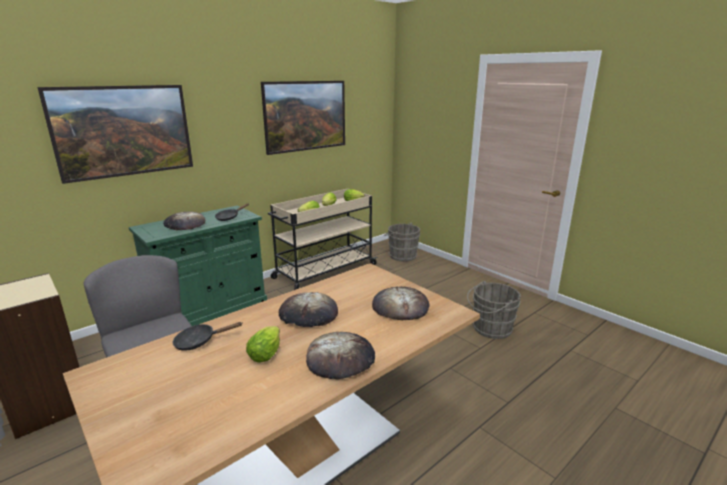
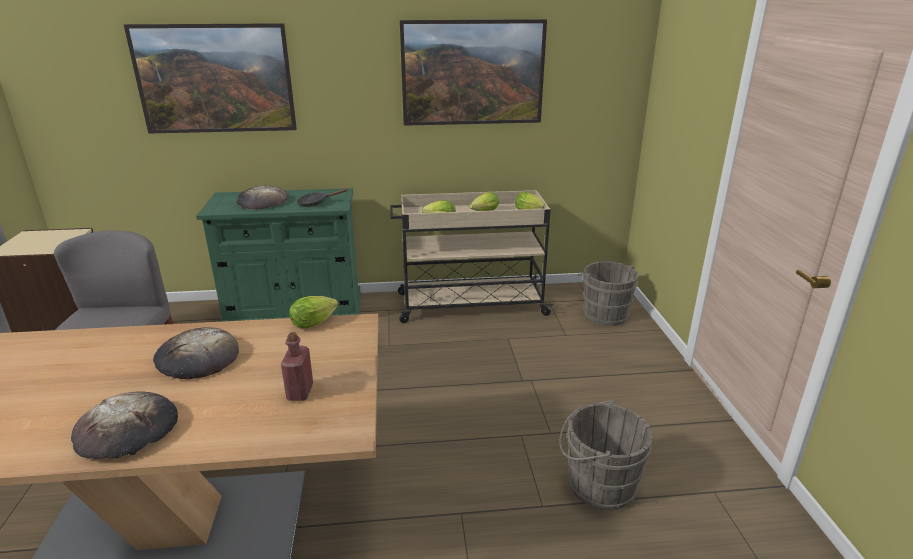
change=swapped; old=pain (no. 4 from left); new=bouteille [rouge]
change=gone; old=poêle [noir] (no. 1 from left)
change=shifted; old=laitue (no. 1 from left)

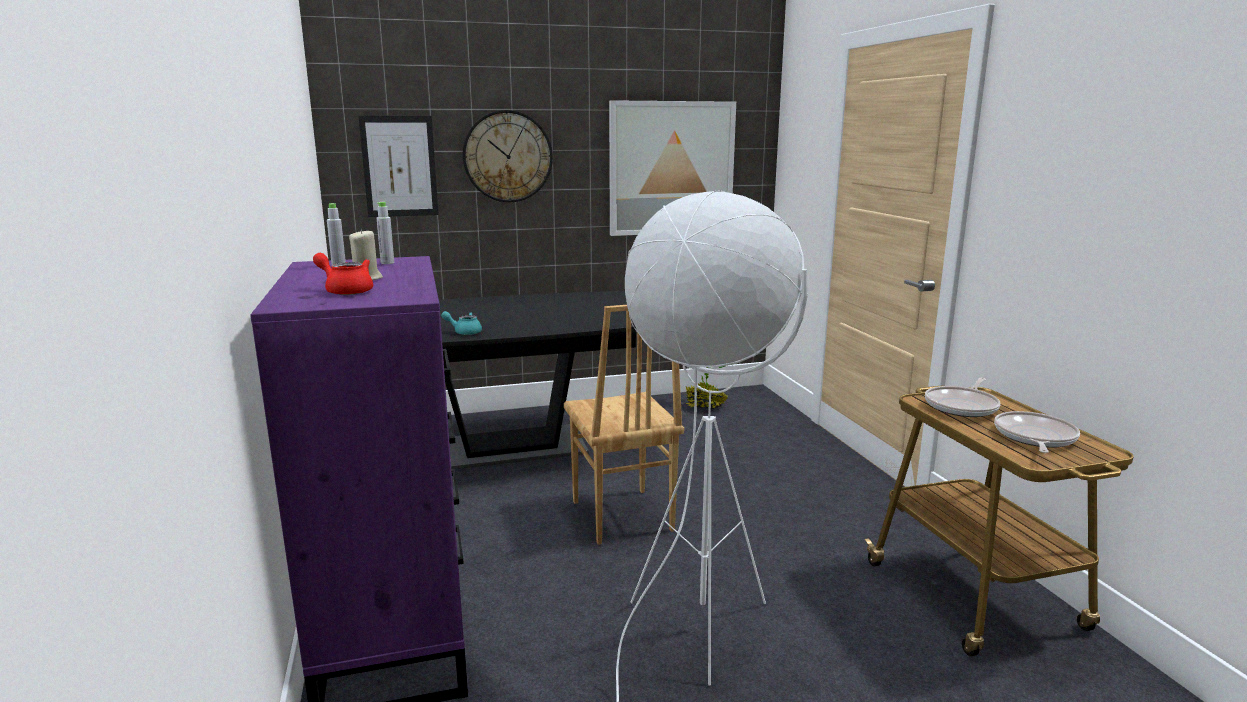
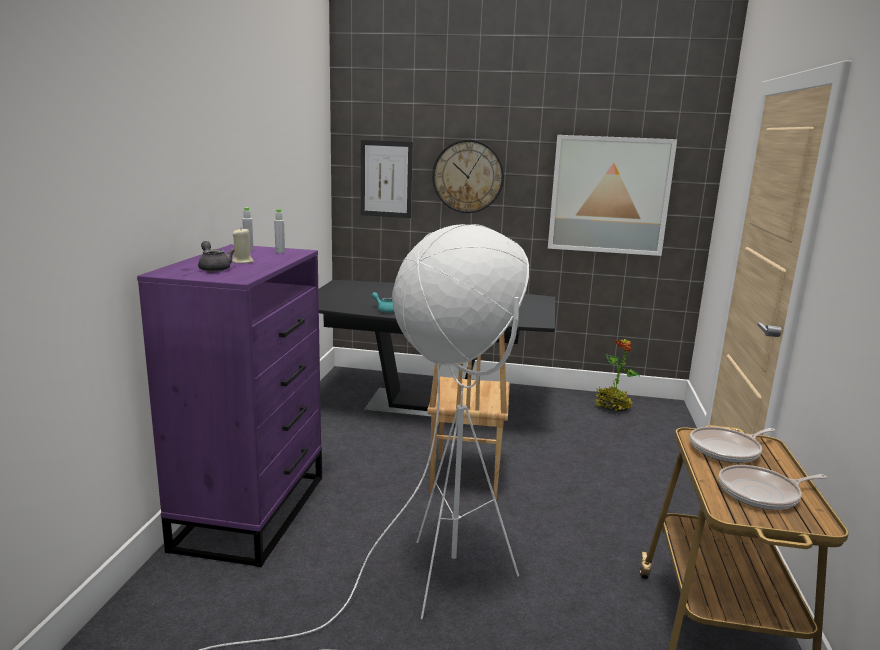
change=repainted; old=théière [rouge]; new=théière [gris]
change=rotated; old=poêle (no. 2 from left); degrees=-150

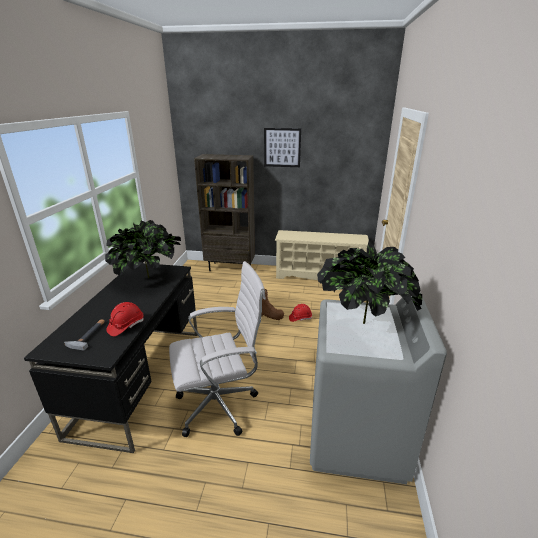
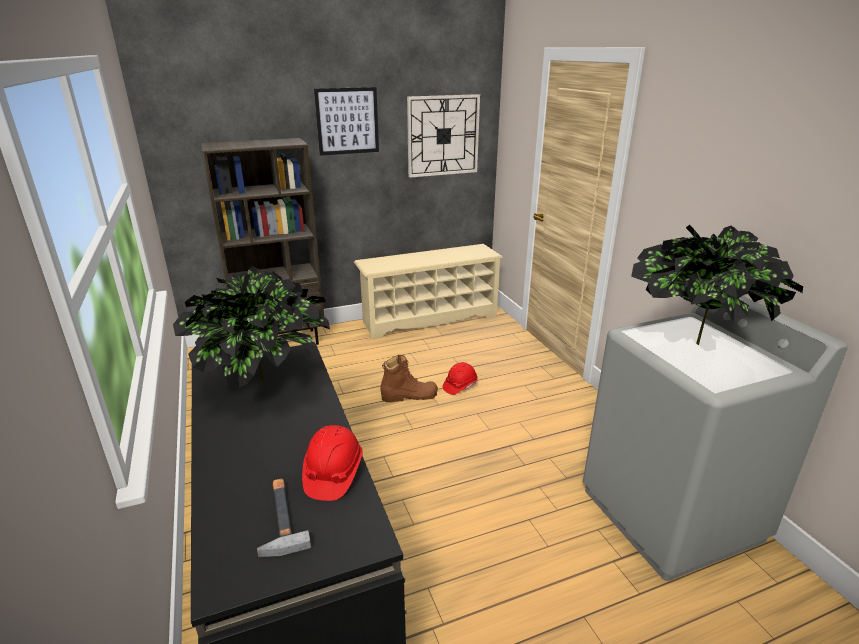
change=gone; old=chaise de bureau [blanc]
change=new; new=horloge murale

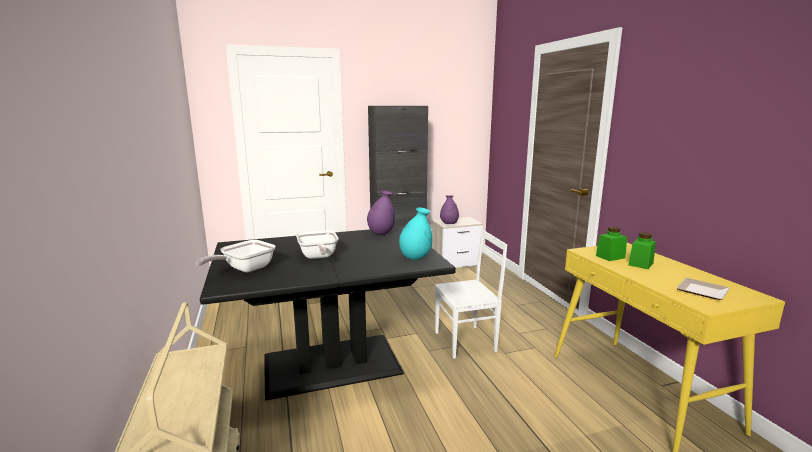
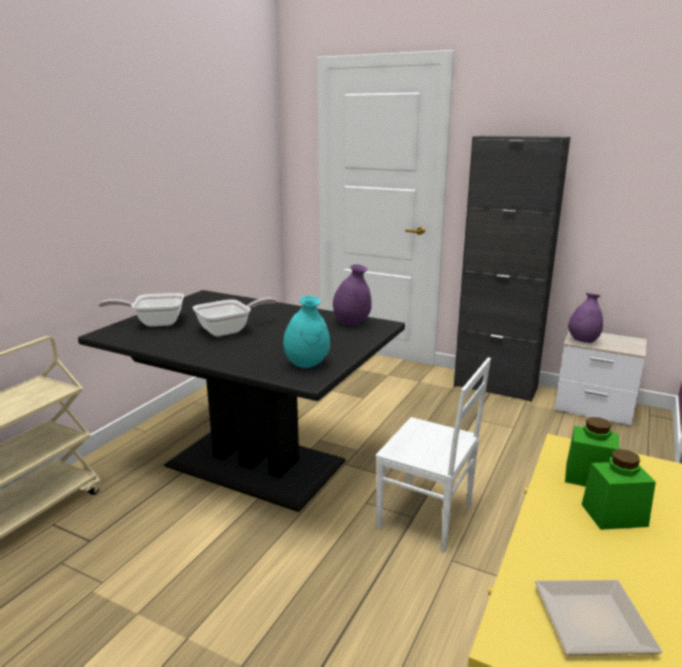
change=rotated; old=poêle (no. 2 from left); degrees=-150

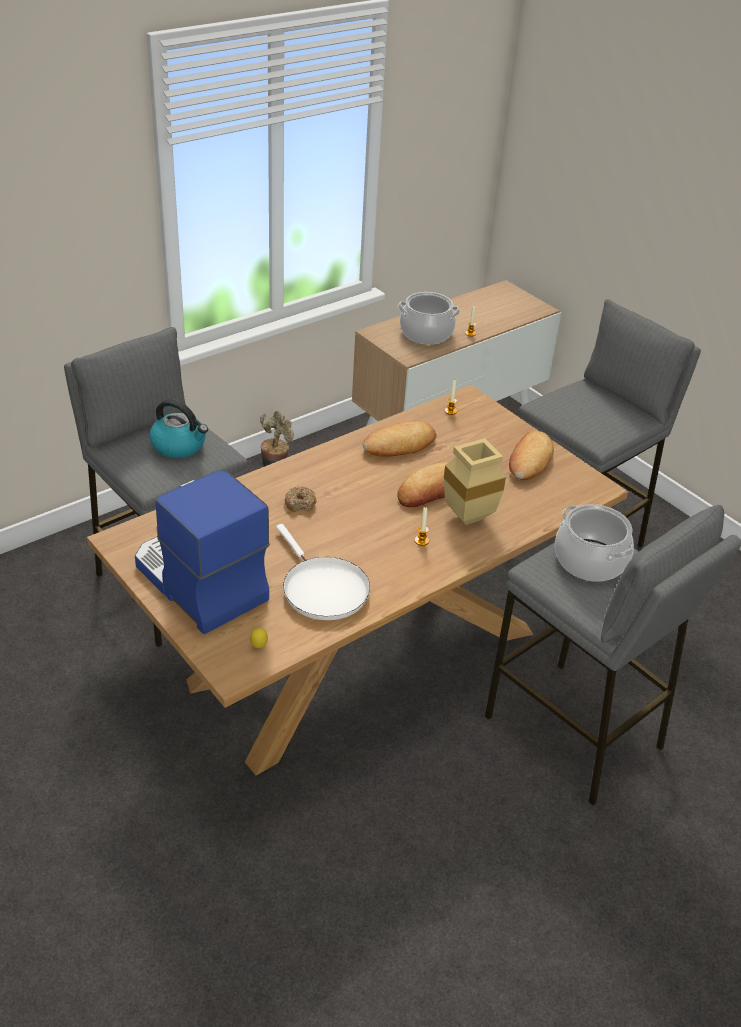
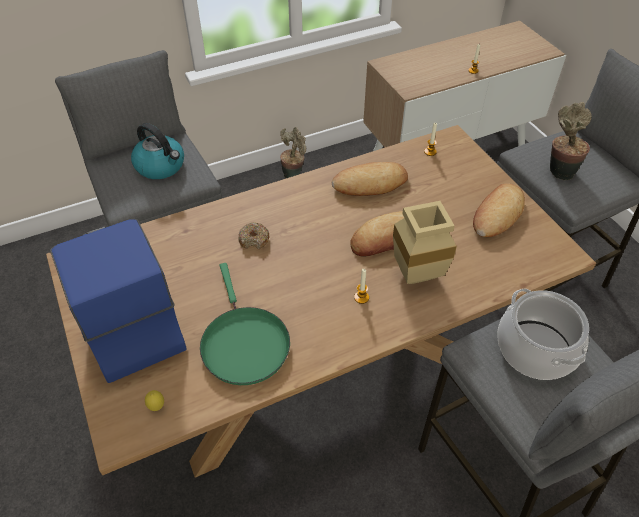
change=gone; old=marmite (no. 1 from left)
change=repainted; old=poêle [blanc]; new=poêle [vert]
change=new; new=plante en pot (no. 2 from left)

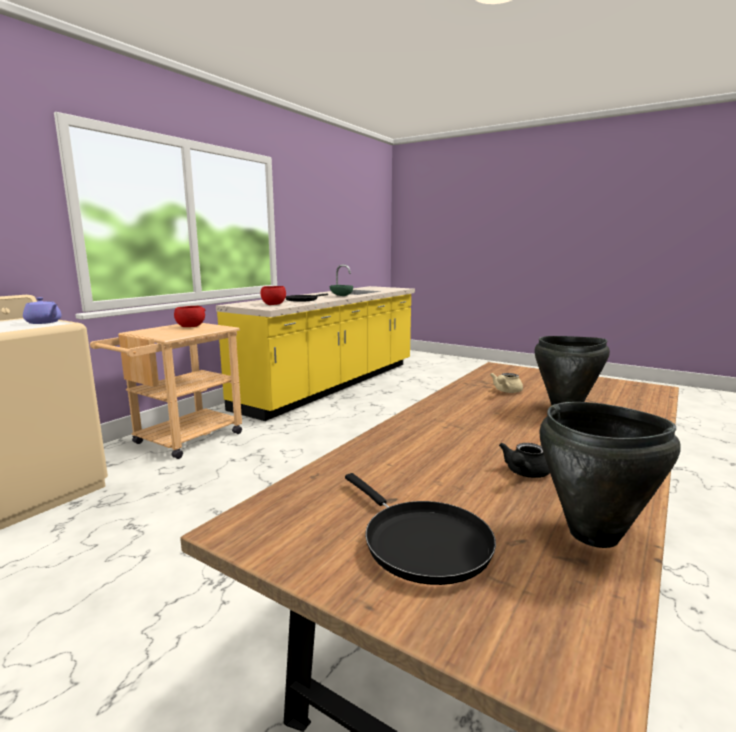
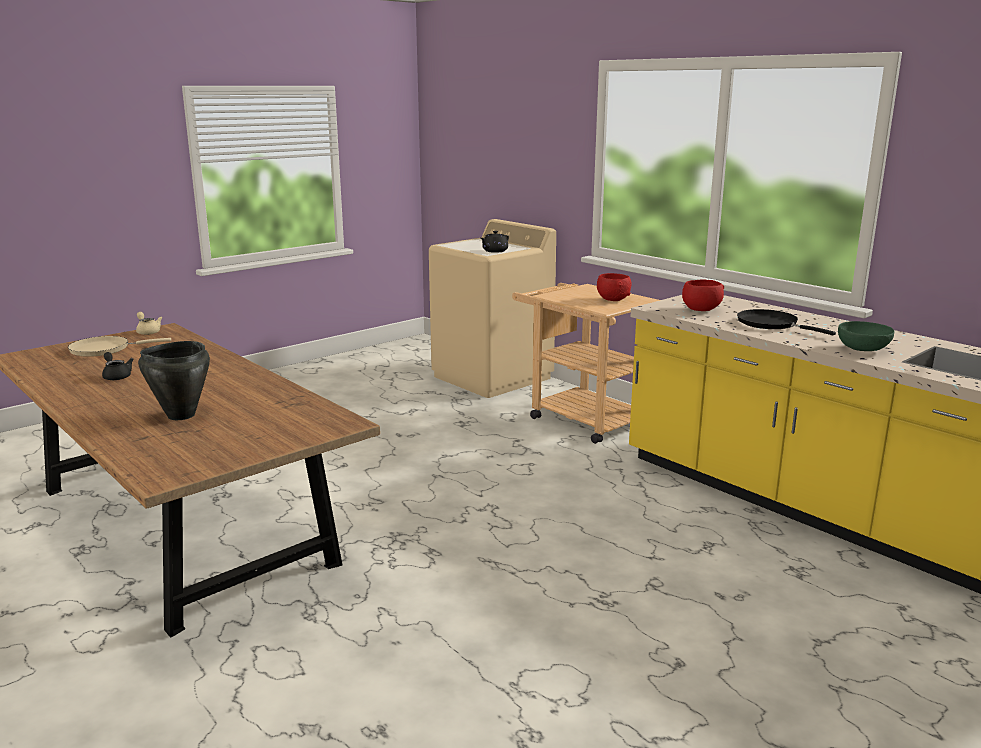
change=repainted; old=théière [violet]; new=théière [noir] (no. 2 from left)
change=shifted; old=théière [beige]
change=gone; old=marmite [noir] (no. 2 from left)
change=repainted; old=poêle [noir] (no. 2 from left); new=poêle [beige]

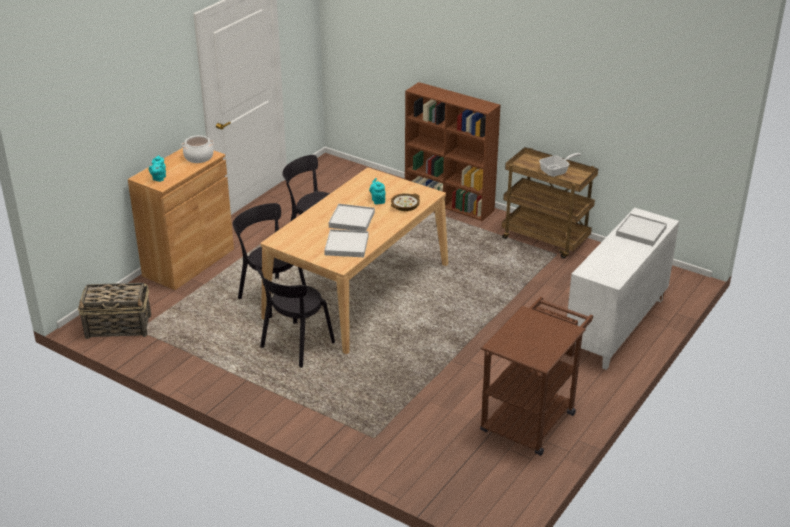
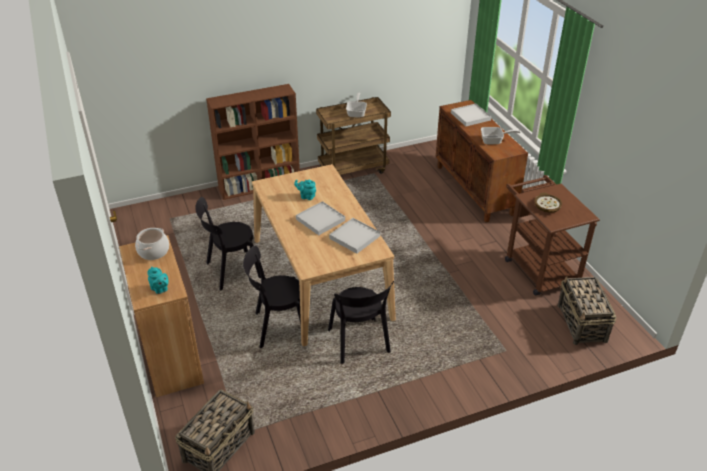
change=shifted; old=bol
change=repainted; old=meuble de rangement [blanc]; new=meuble de rangement [marron] (no. 2 from left)
change=new; new=poêle (no. 2 from left)
change=new; new=panier (no. 2 from left)

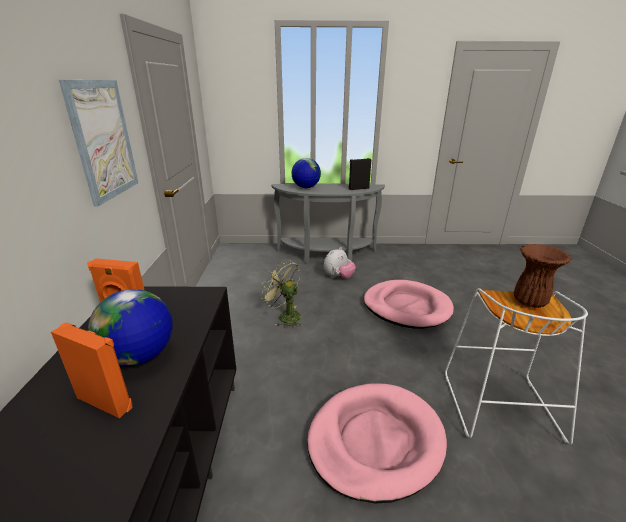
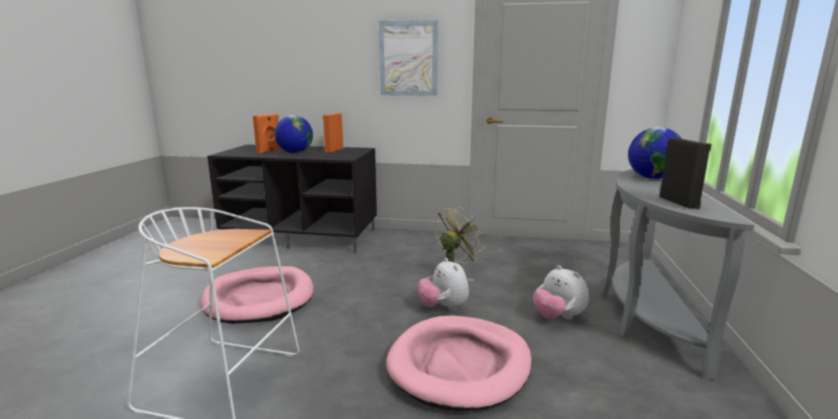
change=gone; old=vase [marron]
change=new; new=peluche (no. 1 from left)

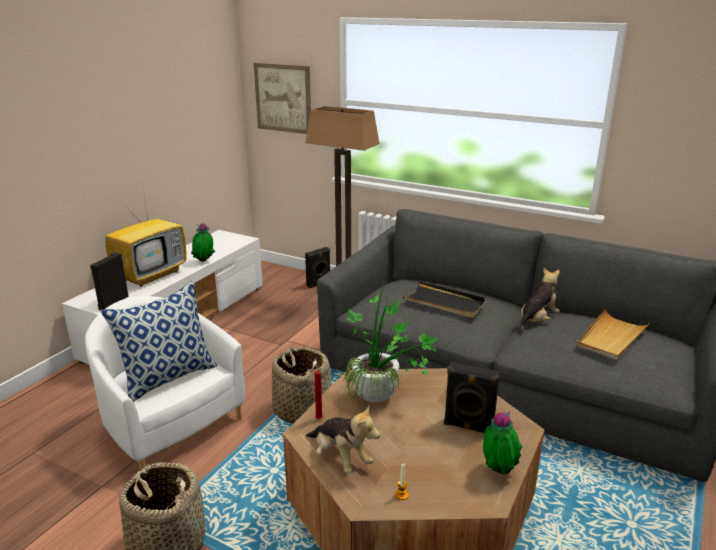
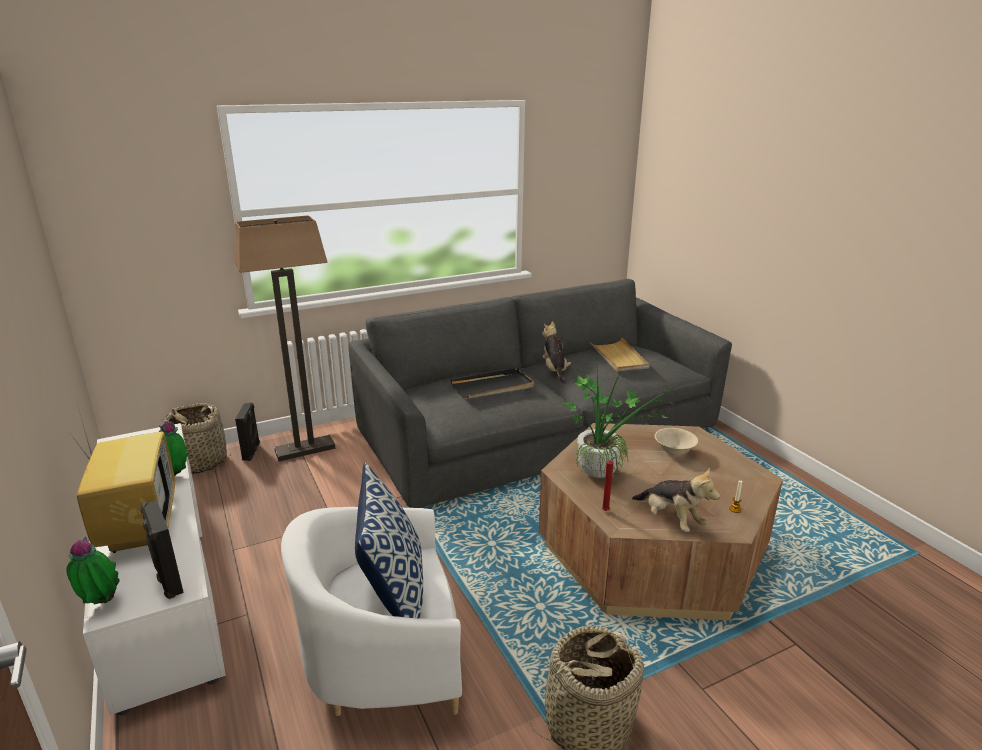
change=gone; old=tableau
change=shifted; old=panier (no. 2 from left in the first image); new=panier (no. 1 from left)
change=swapped; old=enceinte [noir] (no. 3 from left); new=bol [beige]
change=rotated; old=peluche (no. 1 from left in the first image); degrees=60
change=shifted; old=plante en pot (no. 3 from left in the first image); new=plante en pot (no. 1 from left)

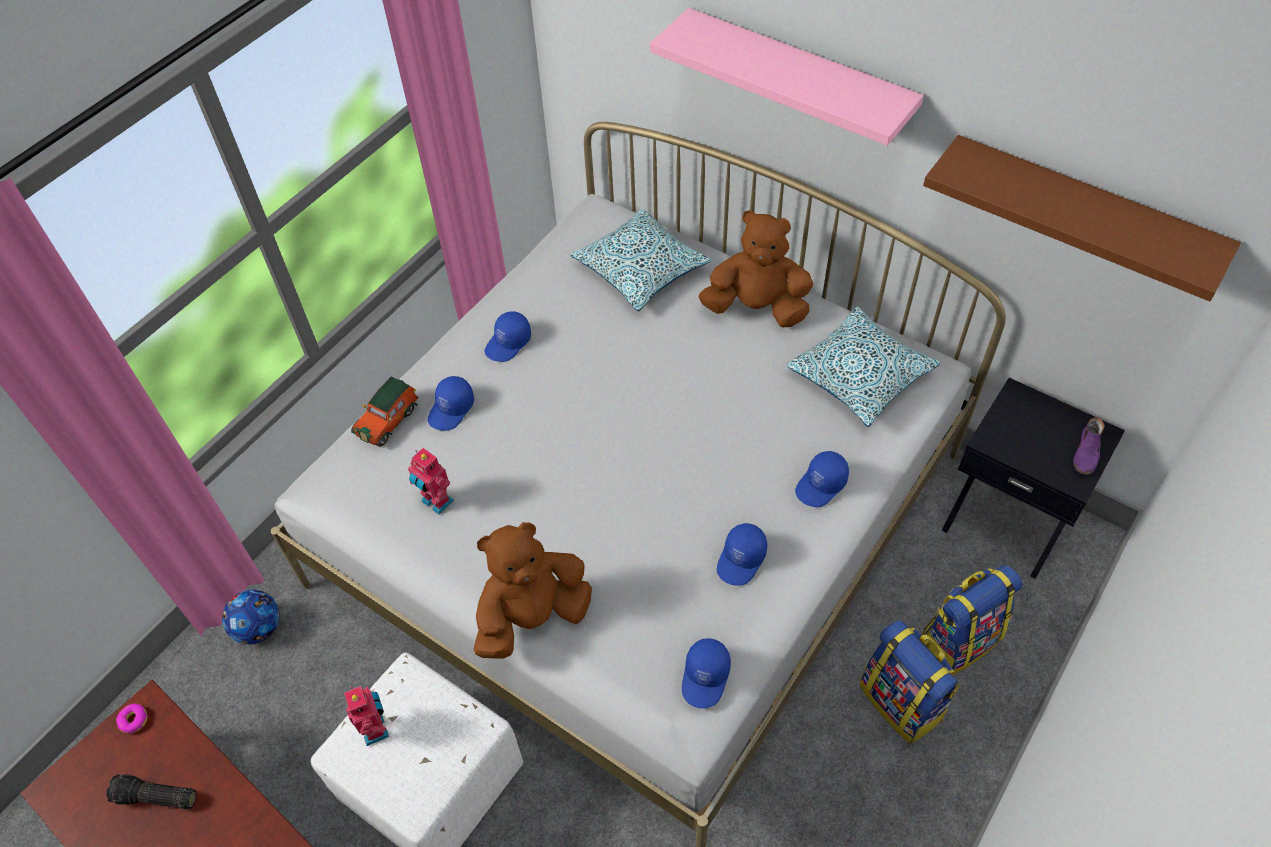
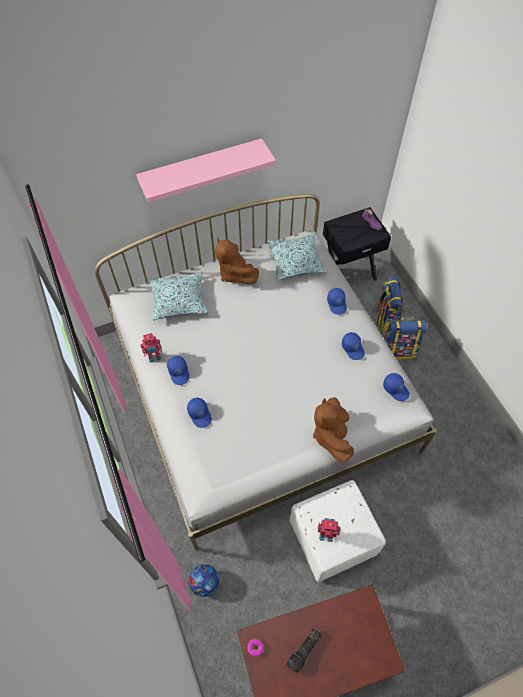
change=gone; old=étagère [marron]
change=rotated; old=peluche [marron] (no. 2 from left in the first image); degrees=-75
change=gone; old=petite voiture
change=shifted; old=robot jouet (no. 2 from left in the first image); new=robot jouet (no. 1 from left)

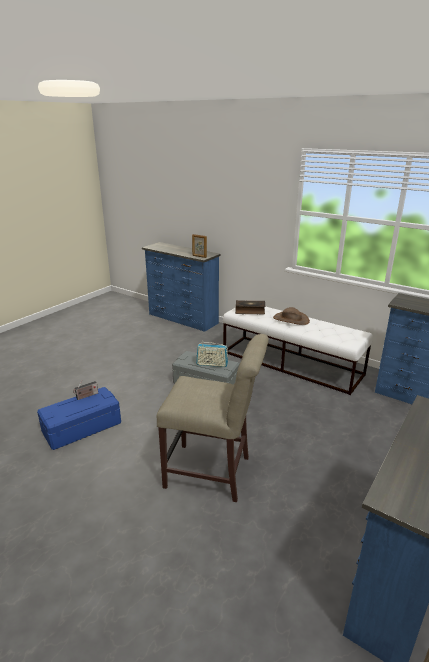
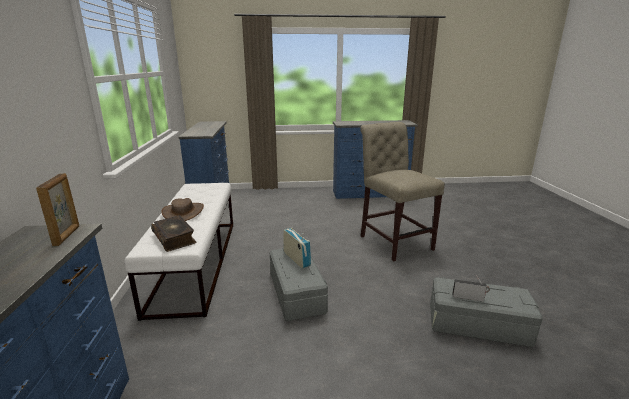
change=repainted; old=boîte de rangement [bleu]; new=boîte de rangement [gris] (no. 2 from left)

